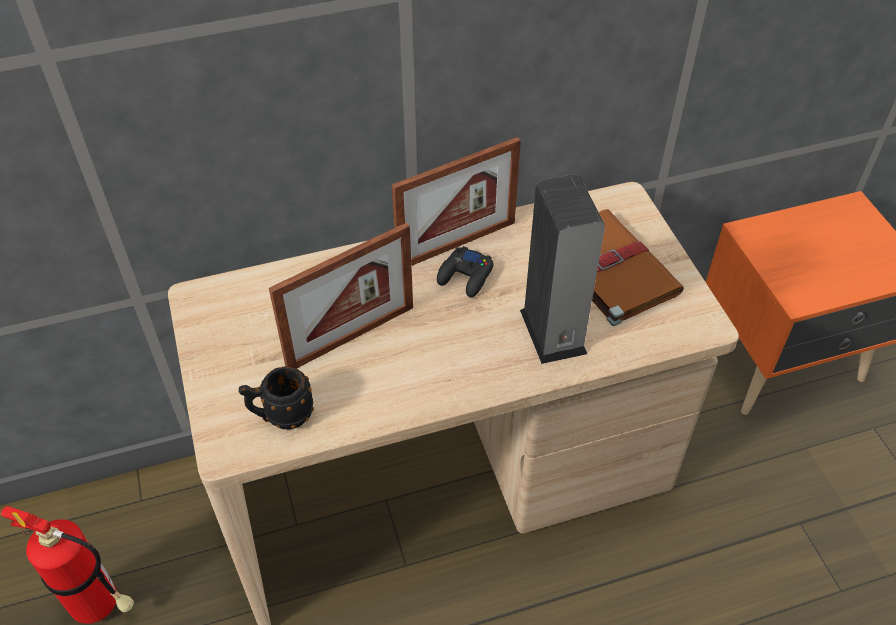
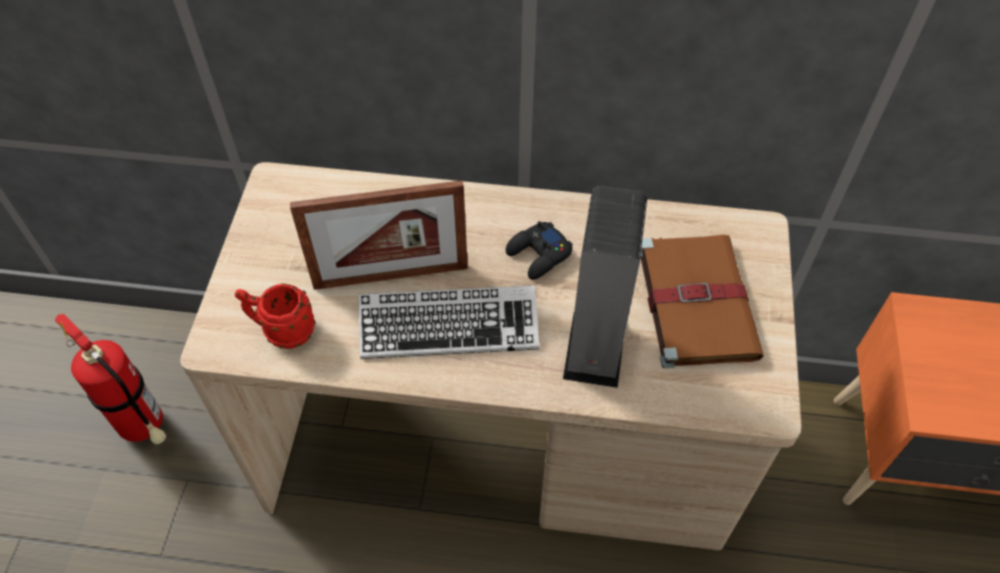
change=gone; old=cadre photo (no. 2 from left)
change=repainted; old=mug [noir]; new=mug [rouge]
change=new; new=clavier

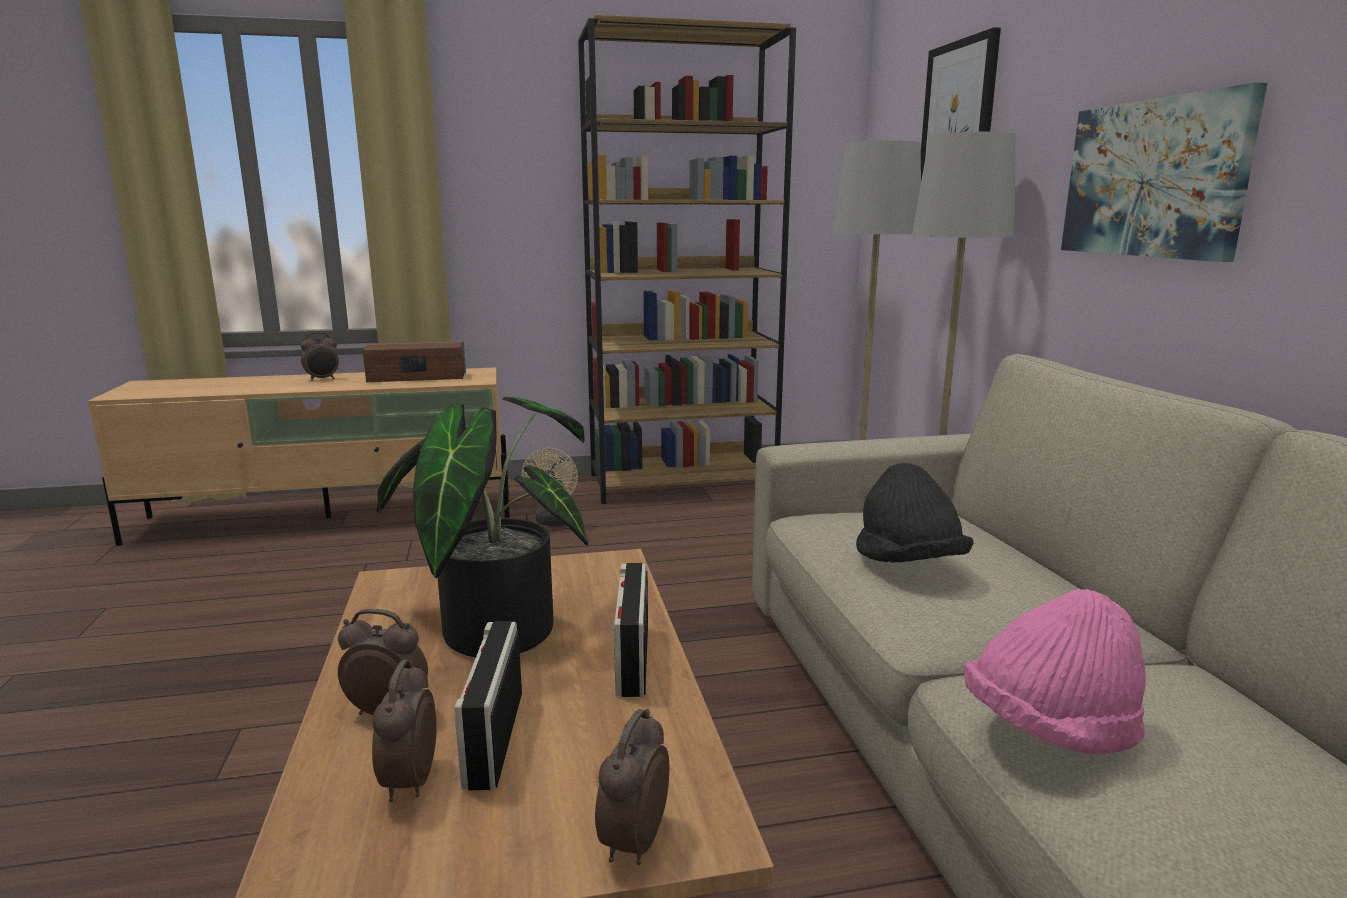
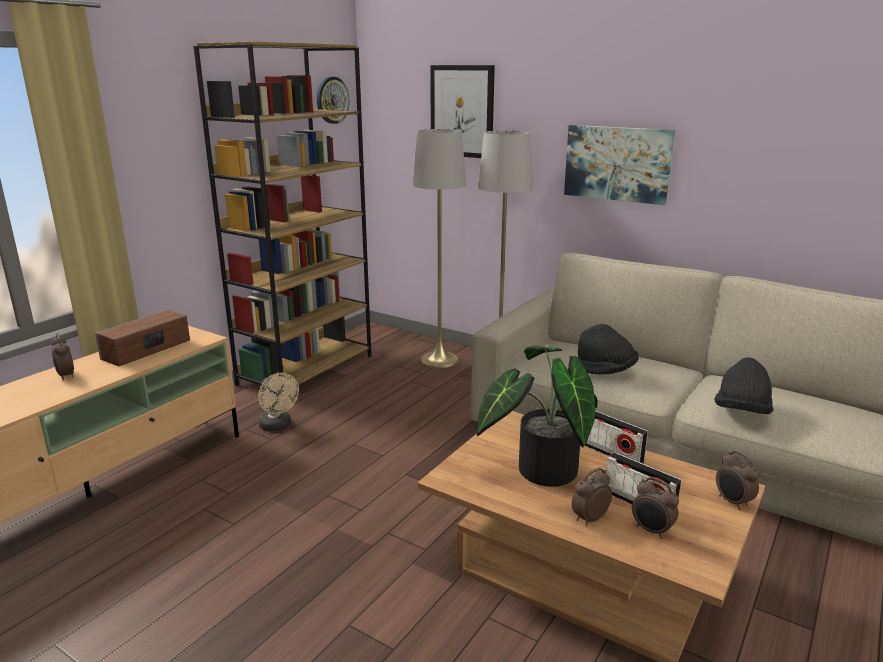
change=rotated; old=réveil (no. 1 from left); degrees=135
change=repainted; old=chapeau [rose]; new=chapeau [noir] (no. 2 from left)
change=new; new=horloge murale

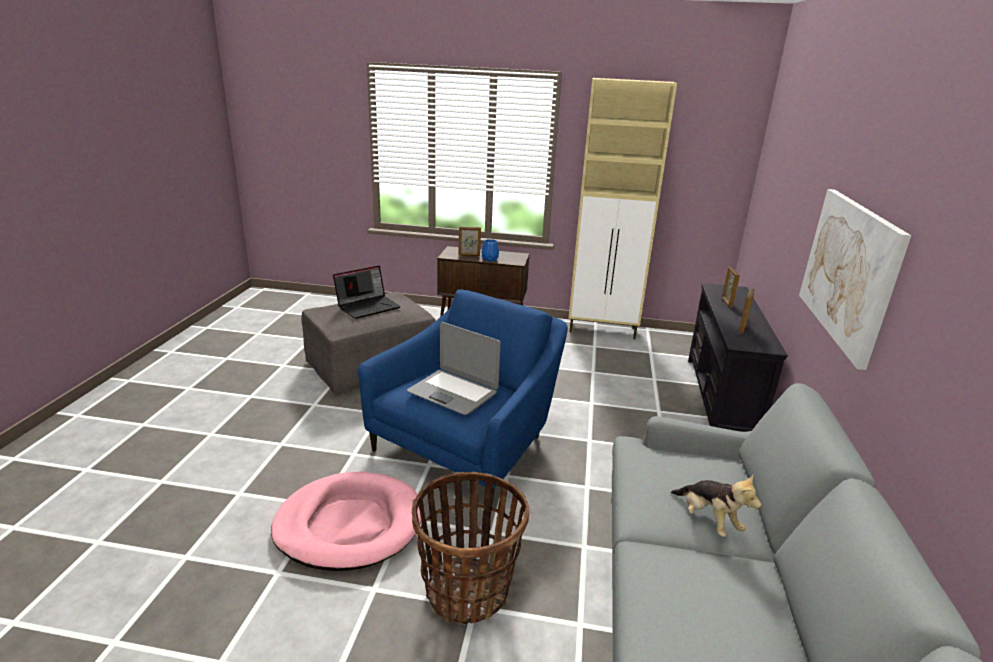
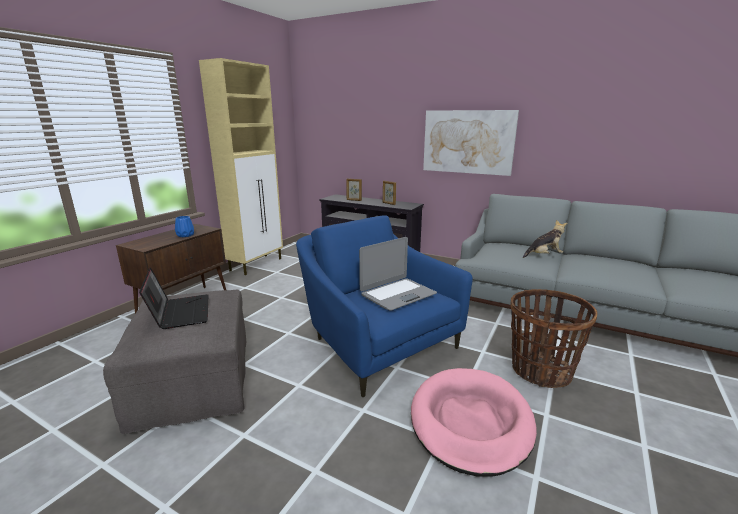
change=gone; old=cadre photo (no. 1 from left)

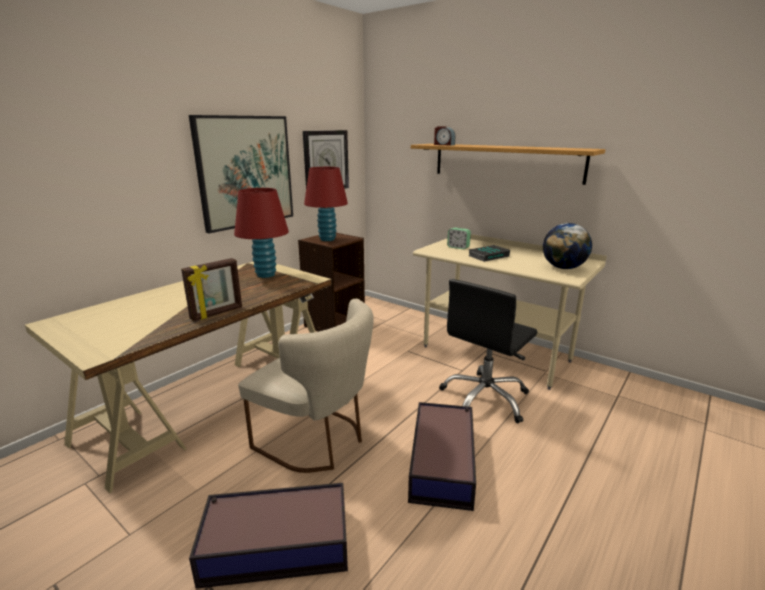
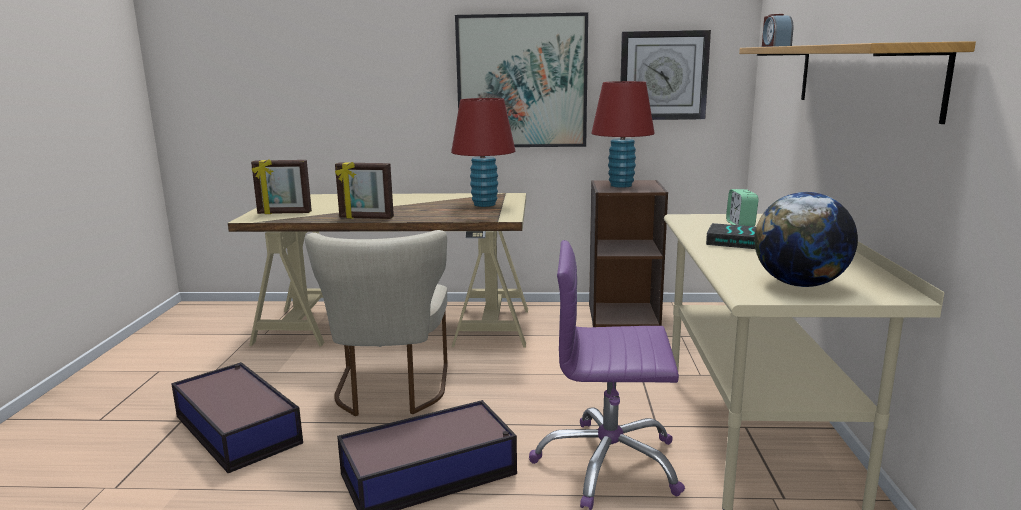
change=repainted; old=chaise de bureau [noir]; new=chaise de bureau [violet]
change=new; new=cadre photo (no. 1 from left)

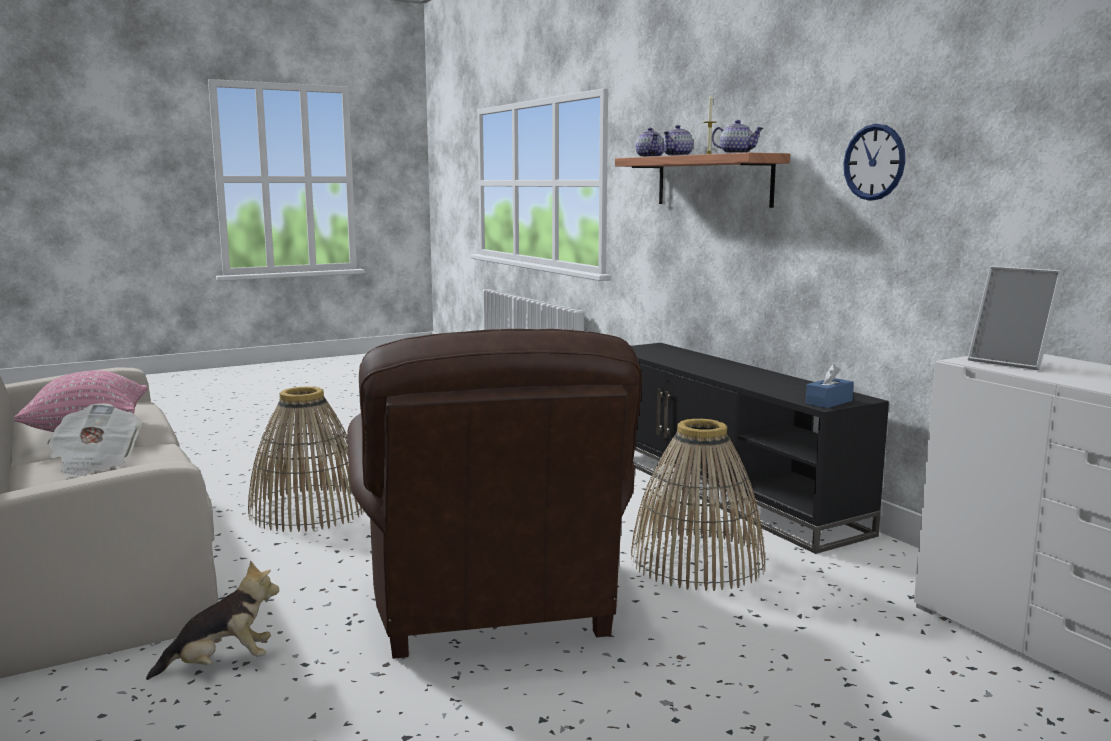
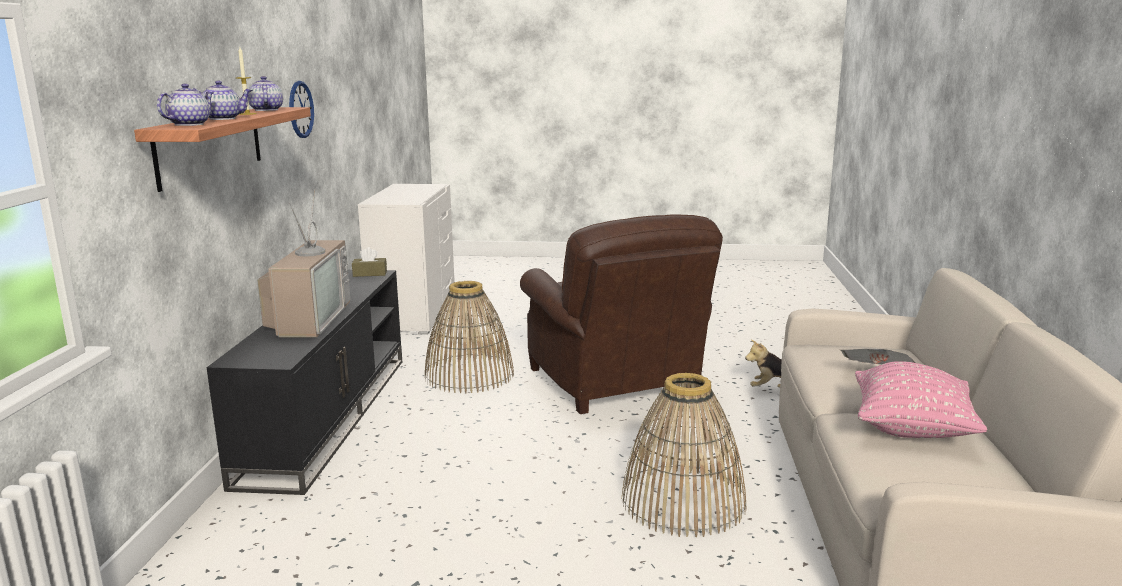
change=gone; old=cadre photo
change=rotated; old=fauteuil [marron]; degrees=135
change=repainted; old=boîte à mouchoirs [bleu]; new=boîte à mouchoirs [marron]
change=new; new=téléviseur

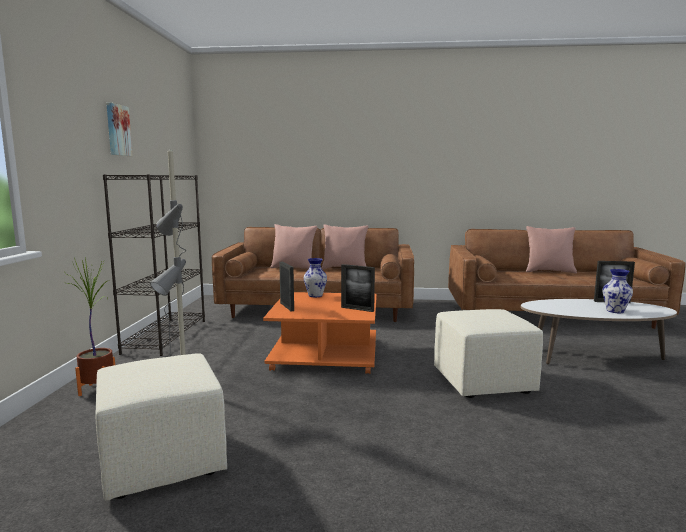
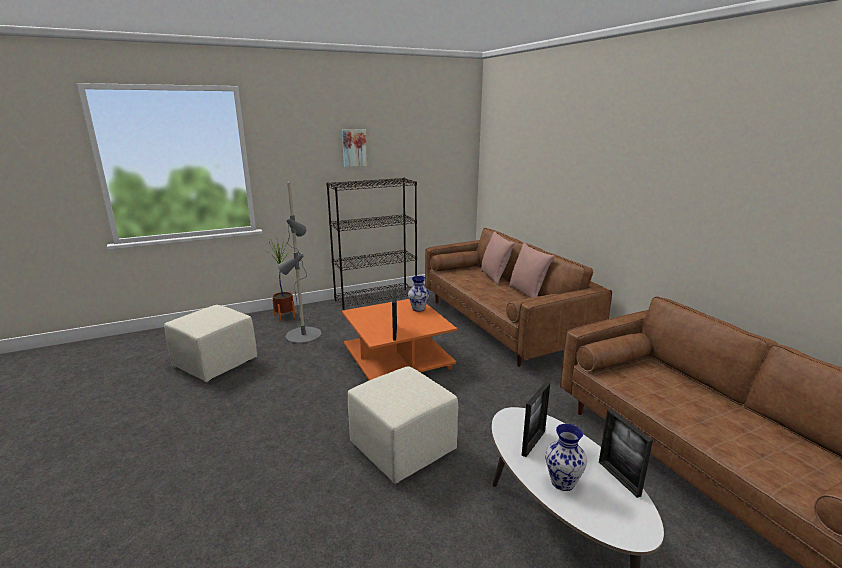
change=gone; old=coussin [rose] (no. 3 from left)
change=shifted; old=cadre photo (no. 1 from left in the first image); new=cadre photo (no. 2 from left)

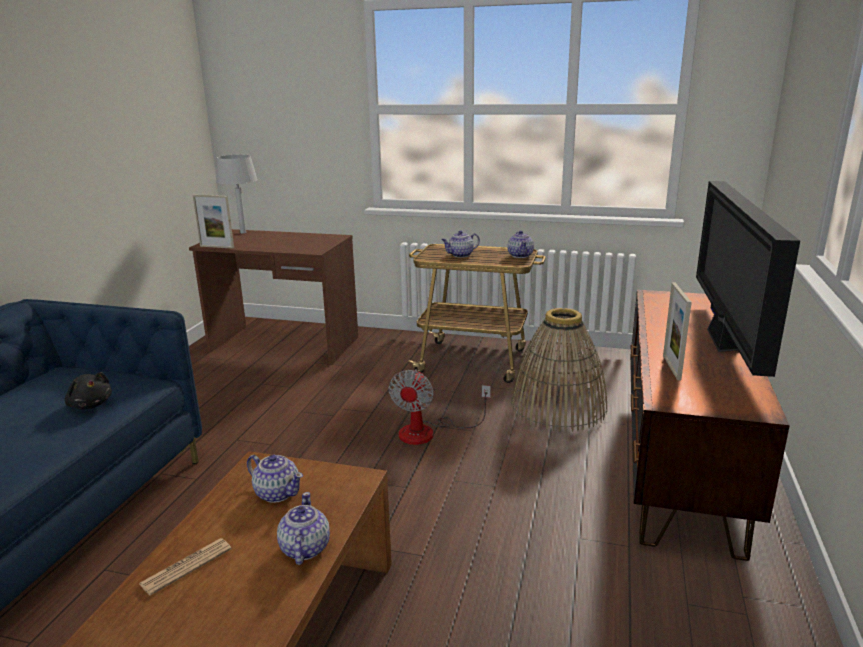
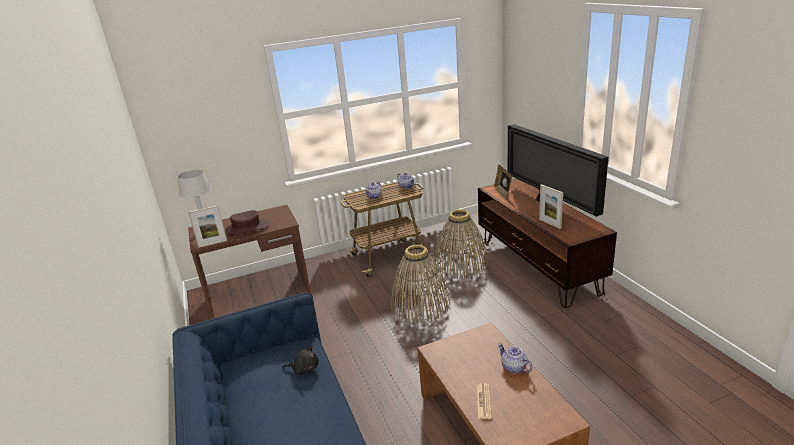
change=swapped; old=ventilateur; new=panier (no. 1 from left)
change=gone; old=théière (no. 1 from left)
change=new; new=cadre photo (no. 2 from left)
change=new; new=chapeau [marron]

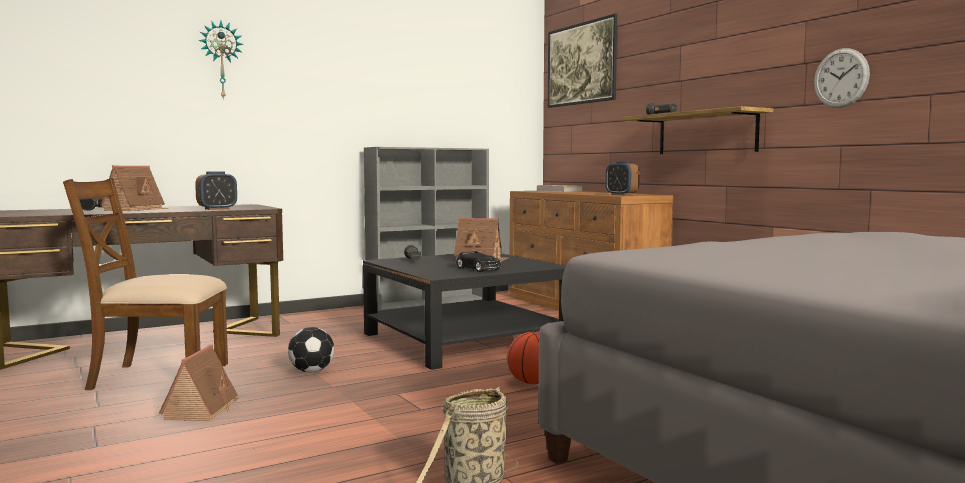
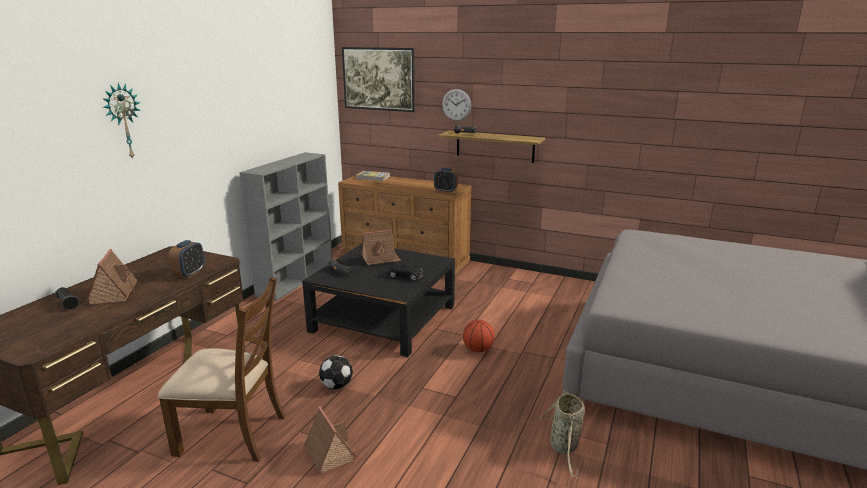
change=shifted; old=horloge murale (no. 2 from left)
change=rotated; old=chaise [marron]; degrees=-135

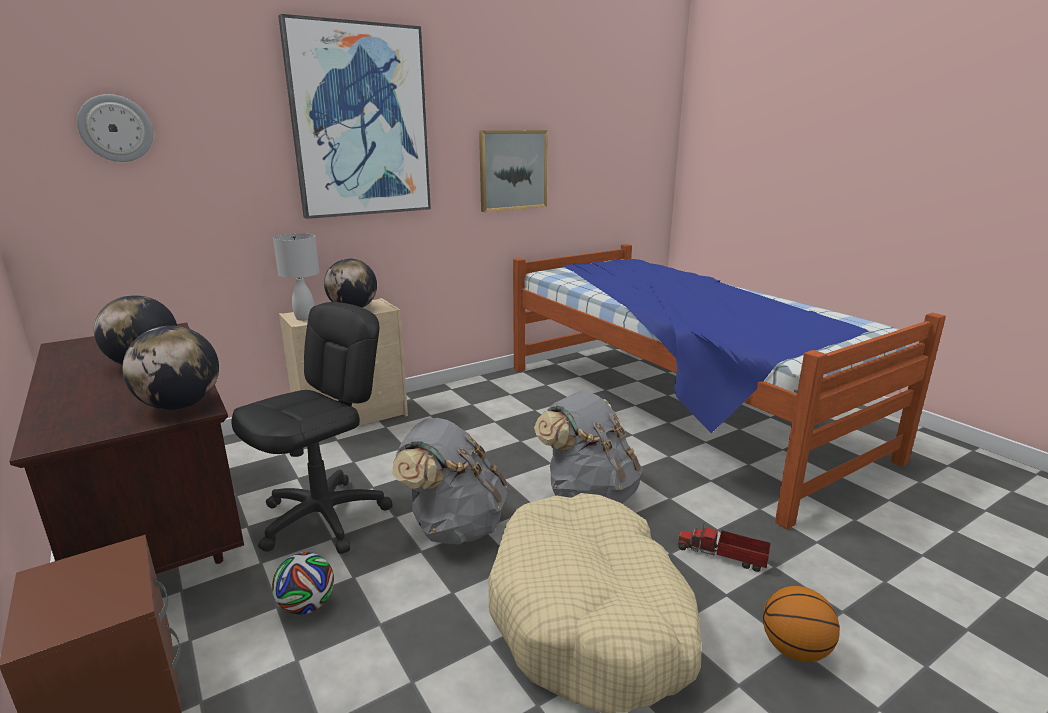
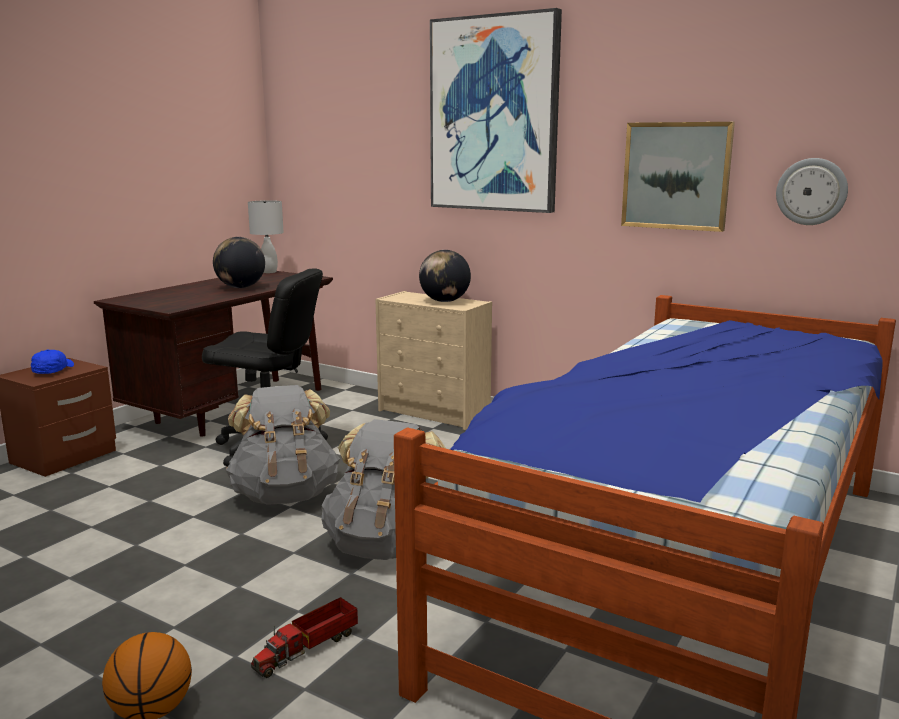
change=shifted; old=horloge murale
change=shifted; old=lampe de table [blanc]
change=gone; old=globe (no. 2 from left)
change=gone; old=panier pour chien [beige]
change=rotated; old=camion jouet; degrees=-135
change=gone; old=ballon de foot
change=new; new=casquette [bleu]

